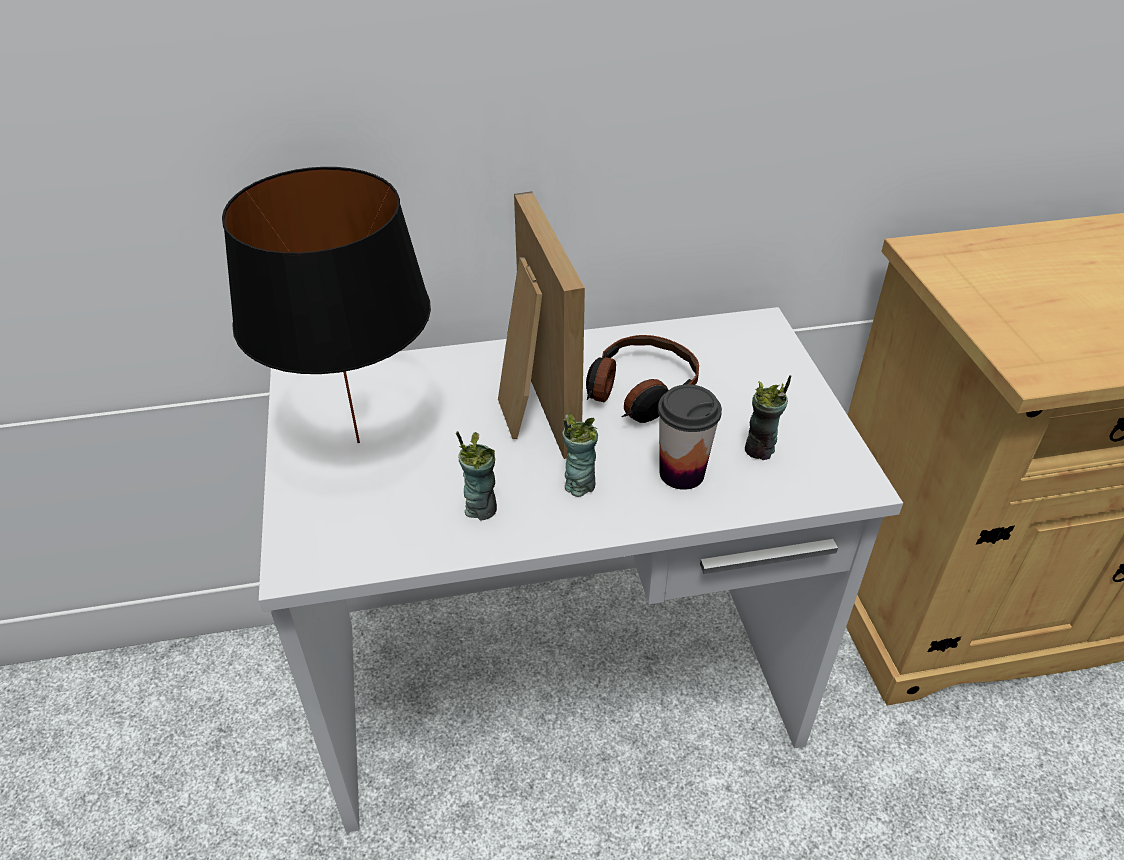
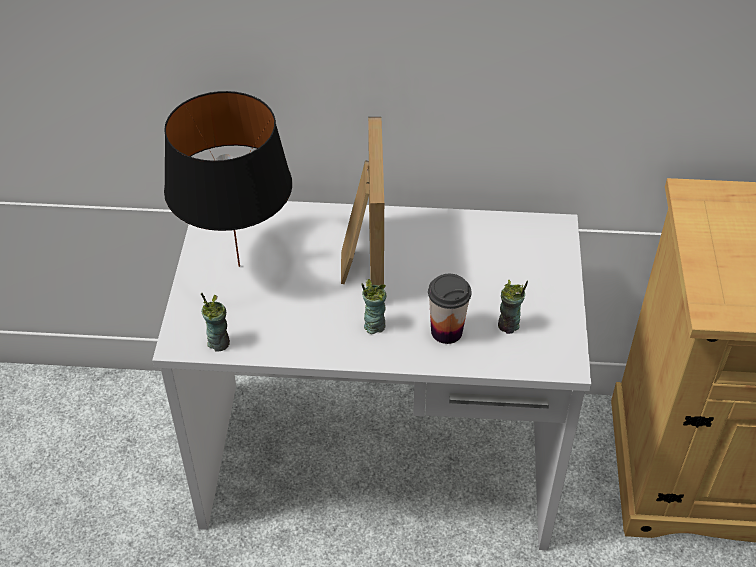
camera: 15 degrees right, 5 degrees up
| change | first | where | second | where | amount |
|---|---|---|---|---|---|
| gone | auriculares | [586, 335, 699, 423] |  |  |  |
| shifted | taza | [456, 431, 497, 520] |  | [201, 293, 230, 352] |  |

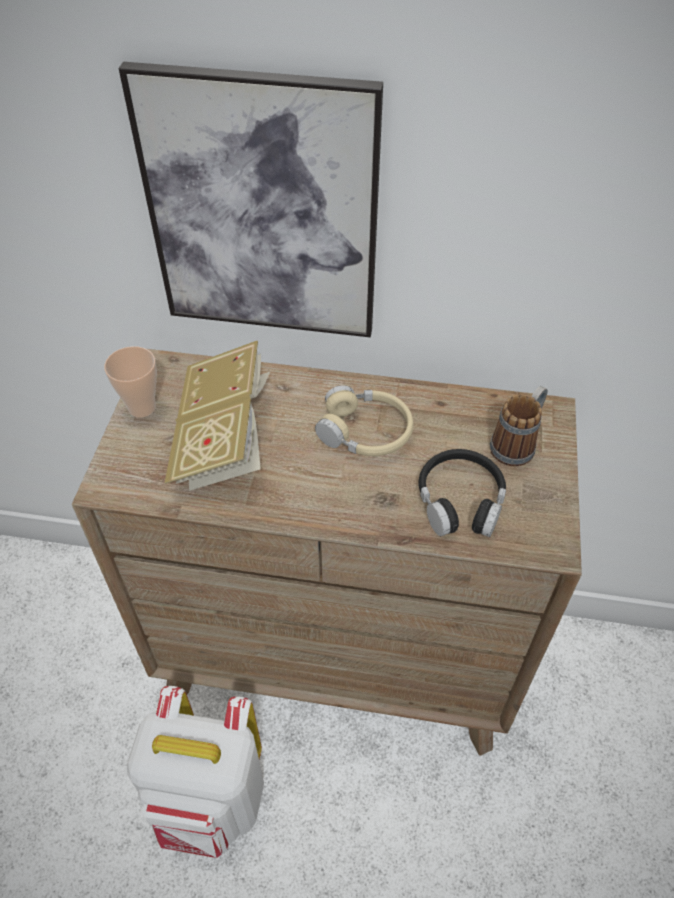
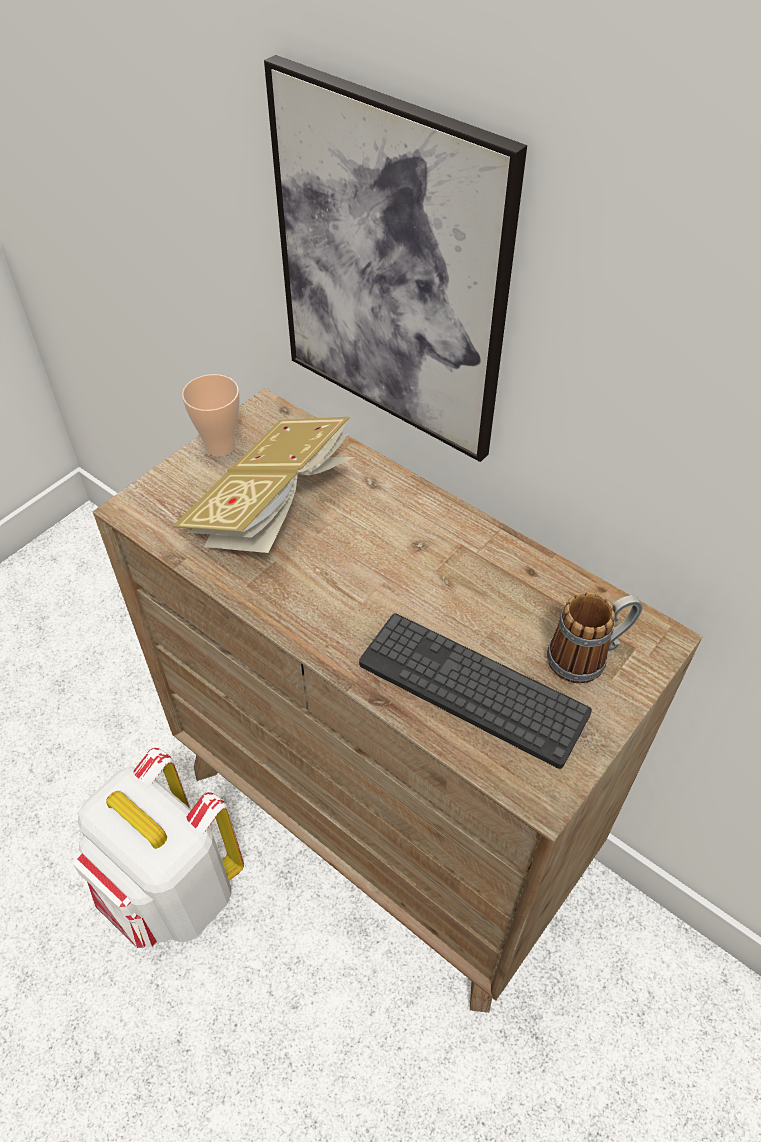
camera: 30 degrees right, 0 degrees up
| change | first | where | second | where | amount |
|---|---|---|---|---|---|
| gone | auriculares/beis | [315, 385, 414, 456] |  |  |  |
| swapped | auriculares/negro | [418, 449, 506, 537] | teclado | [359, 613, 592, 769] |  |

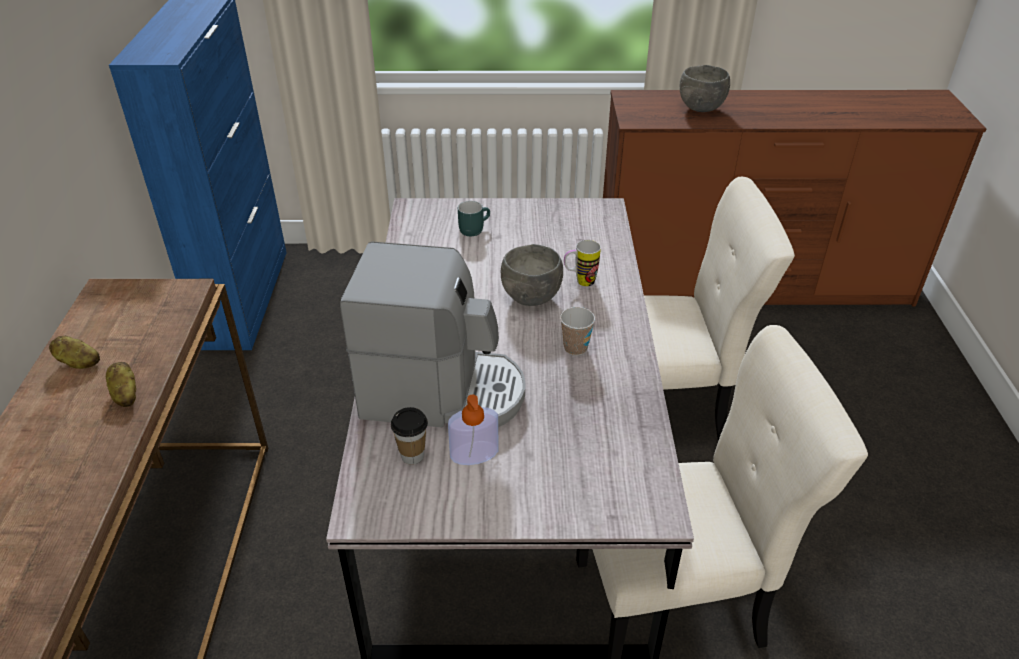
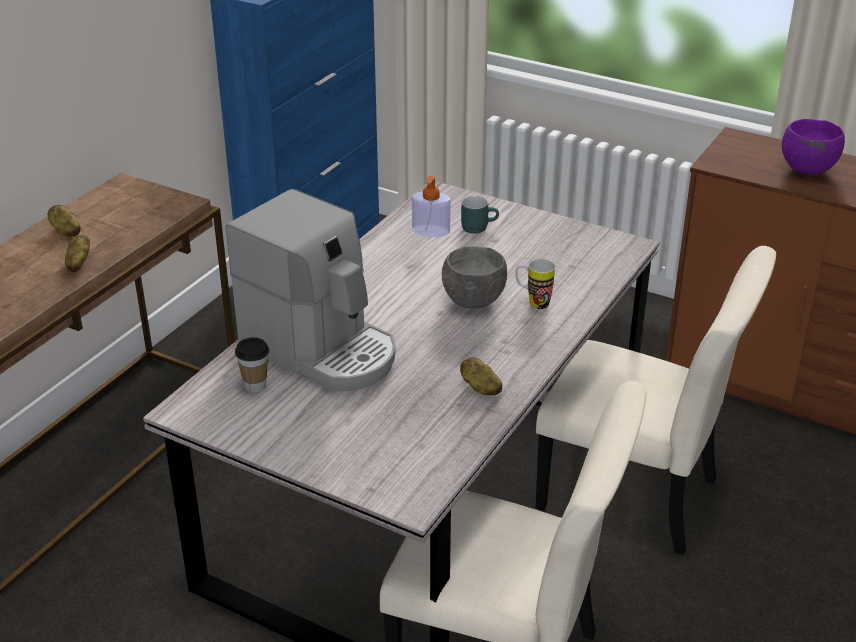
camera: 30 degrees right, 5 degrees down
| change | first | where | second | where | amount |
|---|---|---|---|---|---|
| repainted | cuenco/gris | [680, 65, 730, 112] | cuenco/morado | [782, 119, 845, 175] |  |
| gone | taza | [560, 307, 595, 356] |  |  |  |
| shifted | dispensador de jabón | [448, 395, 499, 465] |  | [412, 176, 451, 237] |  |
| new |  |  | patata | [460, 357, 502, 395] |  |

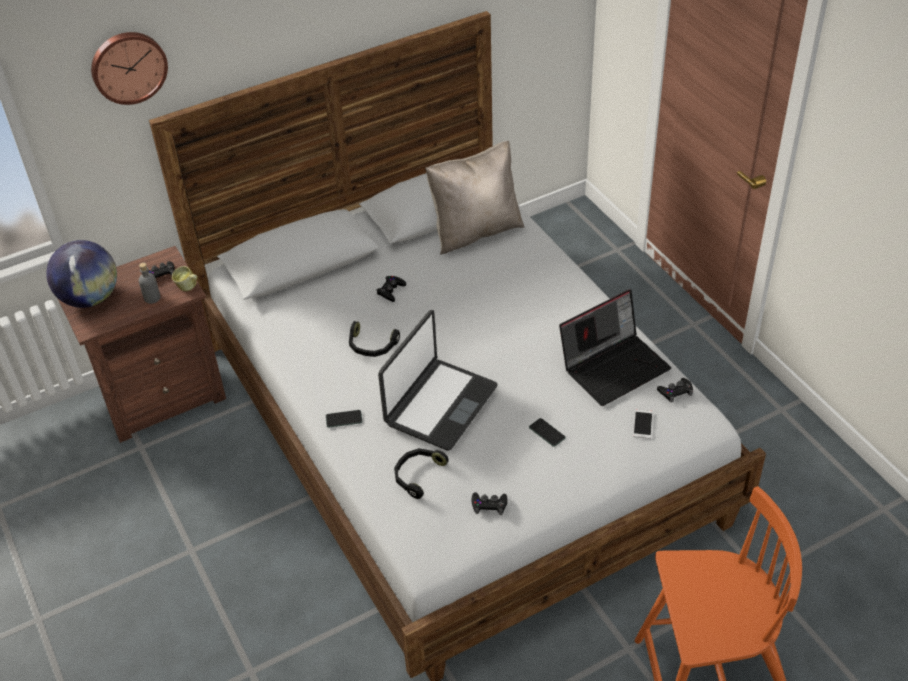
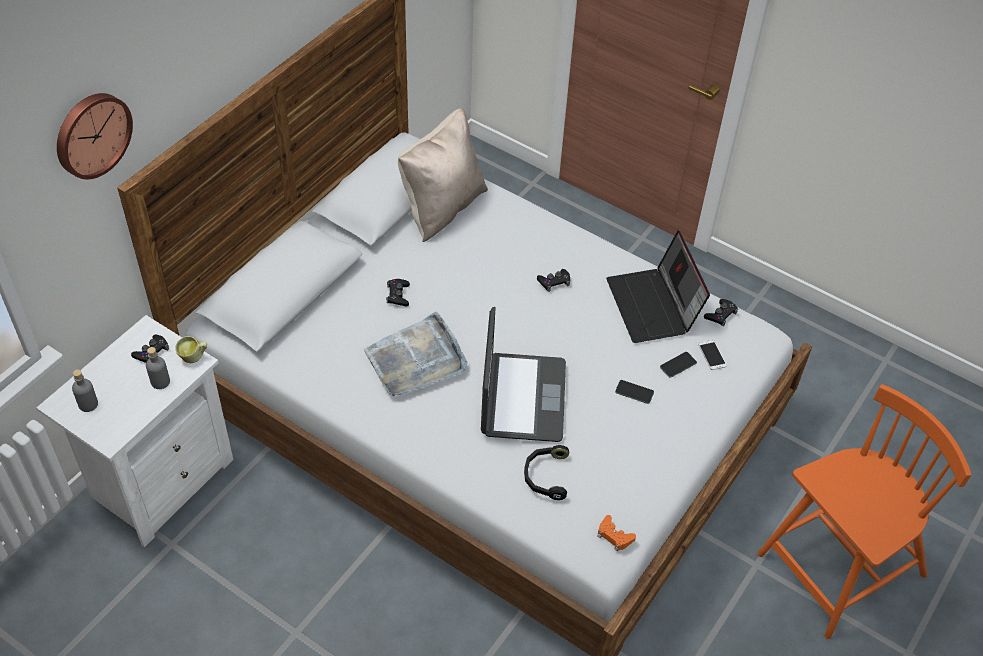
camera: 30 degrees left, 5 degrees up
| change | first | where | second | where | amount |
|---|---|---|---|---|---|
| swapped | globo terráqueo | [46, 240, 117, 308] | botella/gris | [72, 370, 98, 412] |  |
| repainted | mesita de noche/marrón | [58, 246, 226, 443] | mesita de noche/blanco | [36, 315, 233, 547] |  |
| rotated | portátil | [559, 289, 671, 406] |  | [606, 230, 710, 343] | 135 degrees clockwise |
| swapped | auriculares/negro | [349, 321, 400, 357] | bandeja/gris | [364, 312, 468, 396] |  |
| shifted | móvil | [326, 410, 362, 428] |  | [660, 352, 697, 378] |  |
| shifted | mando de consola/negro | [471, 492, 508, 515] |  | [537, 269, 570, 292] |  |
| new |  |  | mando de consola/naranja | [597, 515, 636, 551] |  |

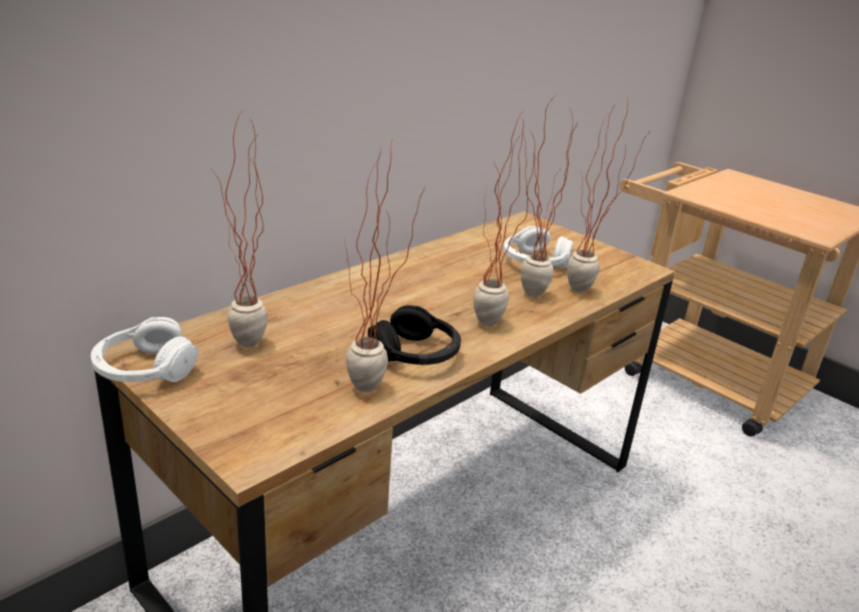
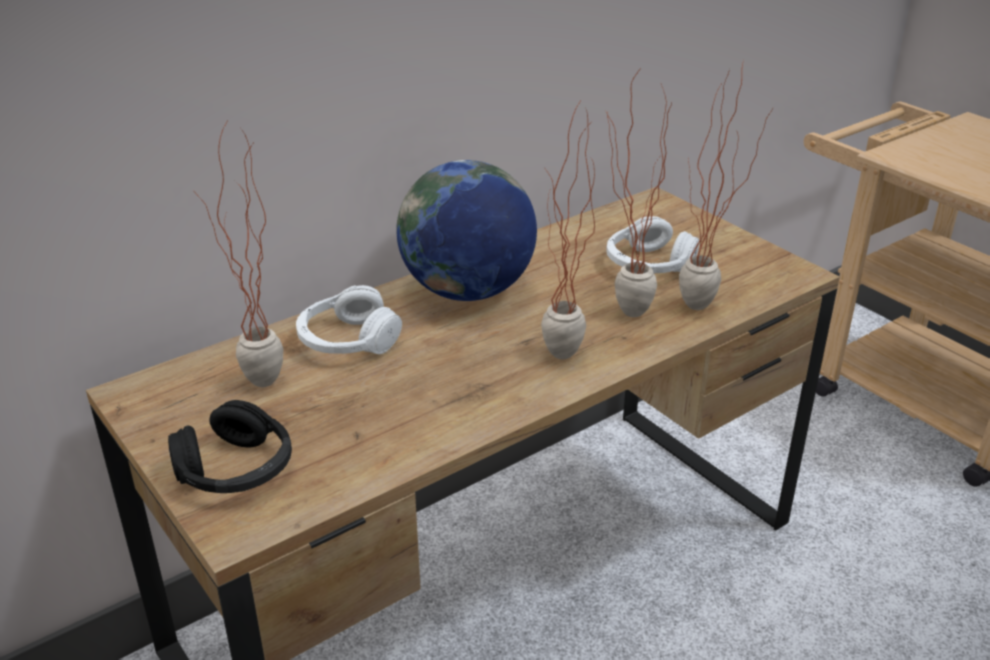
camera: 10 degrees right, 5 degrees up
| change | first | where | second | where | amount |
|---|---|---|---|---|---|
| gone | planta en maceta | [344, 138, 425, 392] |  |  |  |
| shifted | auriculares/negro | [368, 305, 461, 365] |  | [168, 400, 292, 493] |  |
| shifted | auriculares/blanco | [91, 317, 198, 382] |  | [296, 285, 402, 354] |  |
| new |  |  | globo terráqueo | [396, 160, 537, 301] |  |

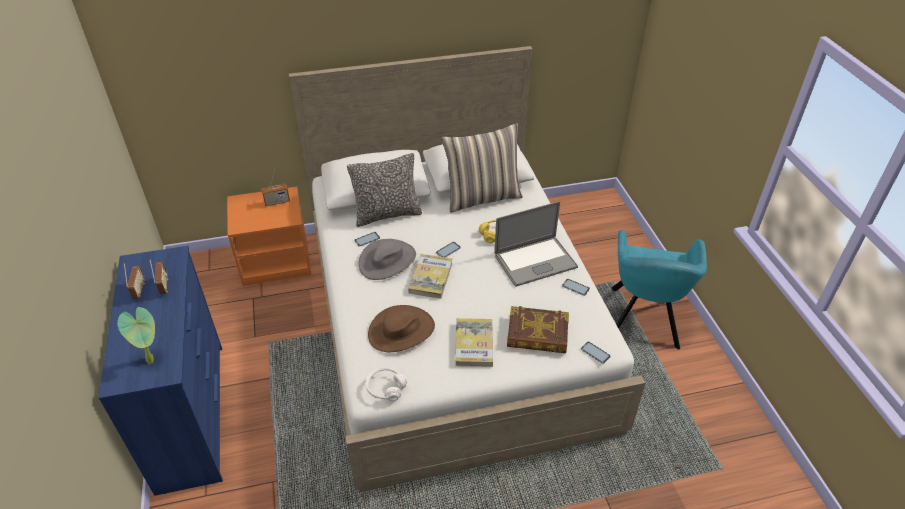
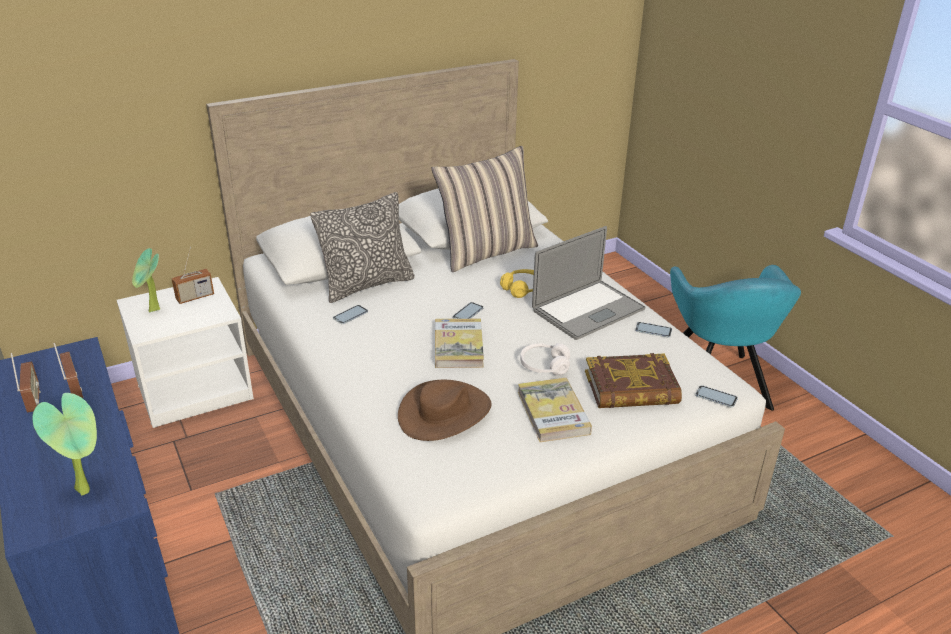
camera: 15 degrees left, 10 degrees down
| change | first | where | second | where | amount |
|---|---|---|---|---|---|
| repainted | mesita de noche/naranja | [227, 187, 311, 286] | mesita de noche/blanco | [117, 277, 254, 428] |  |
| gone | sombrero/gris | [358, 239, 416, 280] |  |  |  |
| shifted | auriculares/blanco | [366, 368, 407, 401] |  | [520, 343, 570, 376] |  |
| new |  |  | planta en maceta | [132, 248, 160, 312] |  |

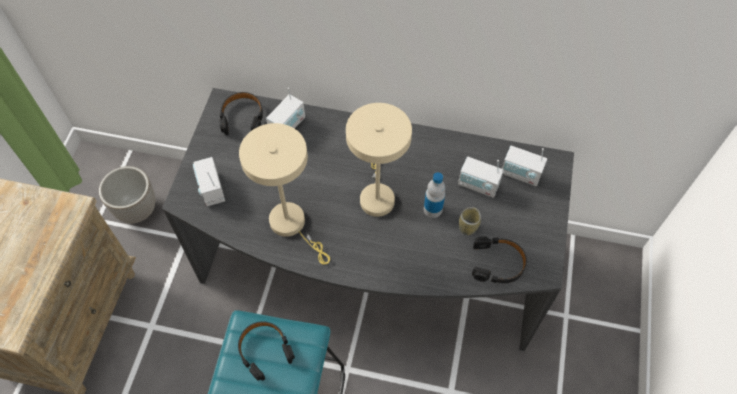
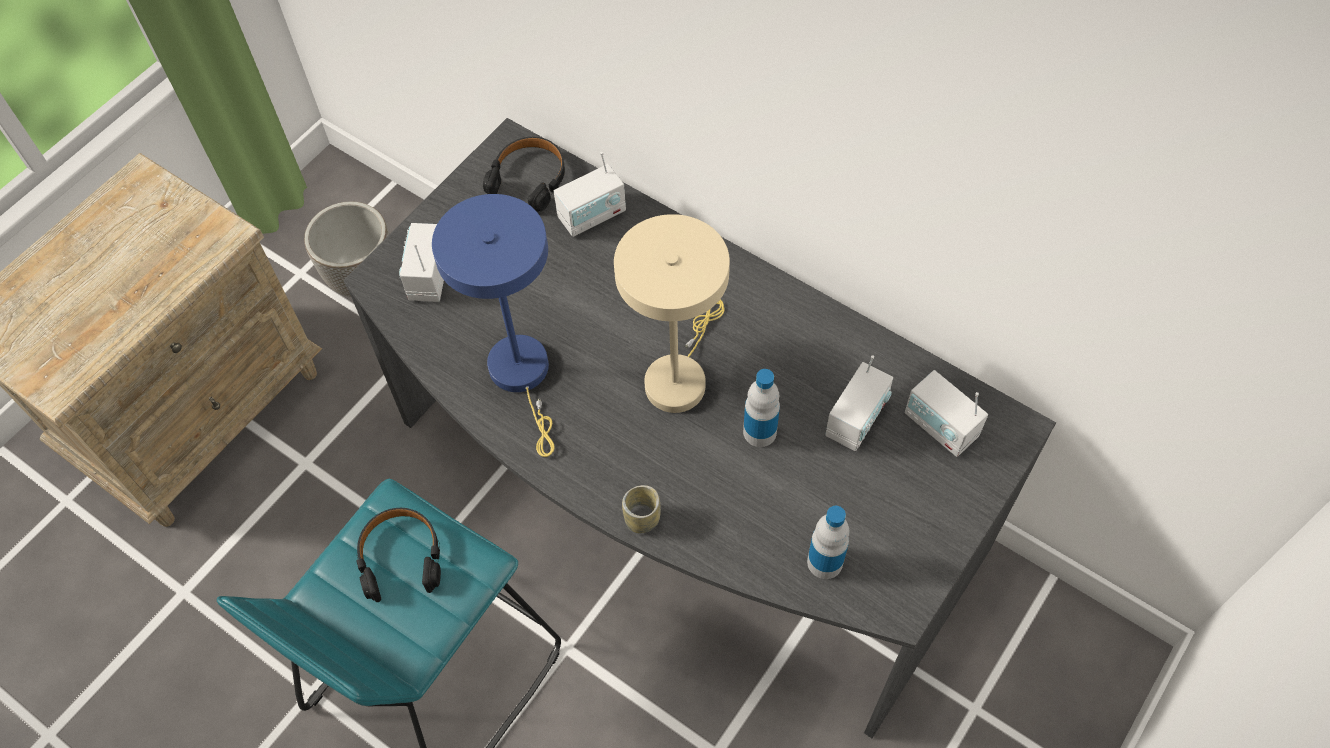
camera: 25 degrees right, 0 degrees up
| change | first | where | second | where | amount |
|---|---|---|---|---|---|
| repainted | lámpara de mesa/beis | [239, 123, 330, 265] | lámpara de mesa/azul | [432, 194, 555, 457] |  |
| rotated | radio | [458, 156, 504, 198] |  | [825, 355, 893, 451] | 105 degrees counterclockwise |
| shifted | taza | [459, 207, 481, 235] |  | [622, 485, 661, 533] |  |
| swapped | auriculares/negro | [472, 236, 527, 284] | botella | [807, 506, 849, 579] |  |

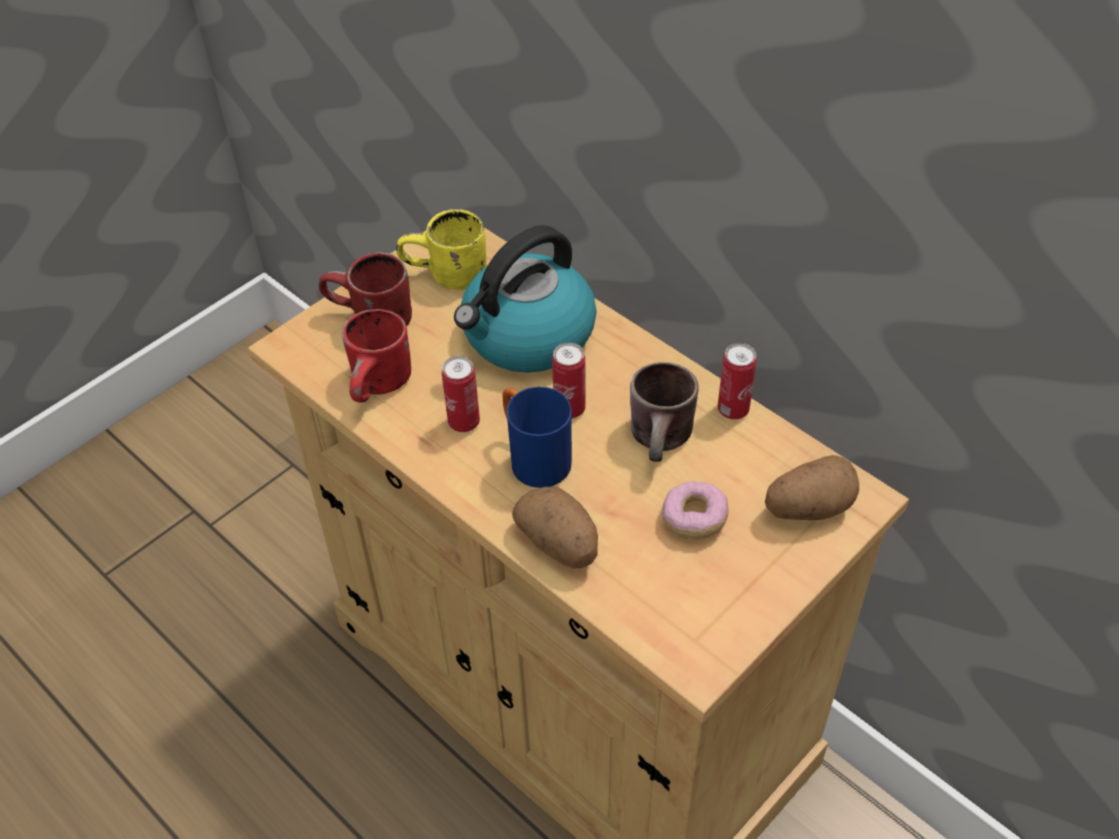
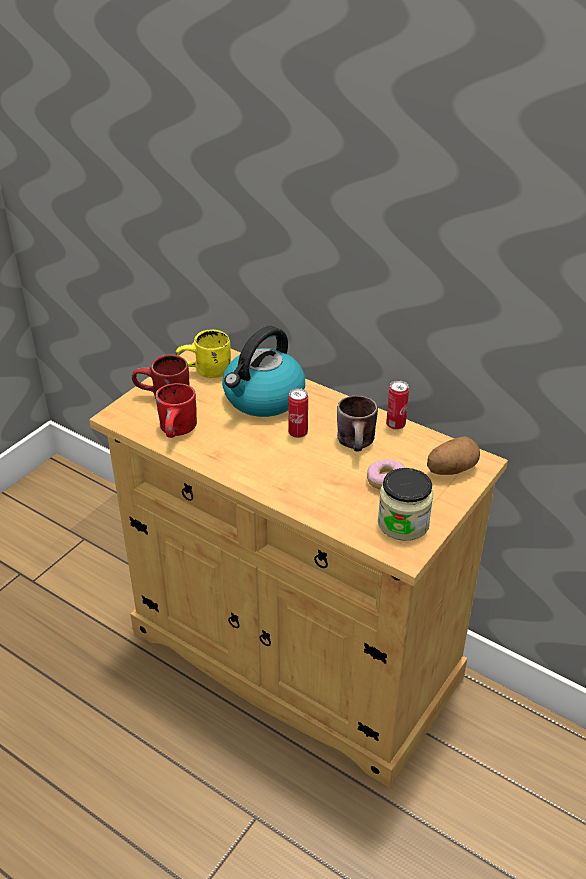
camera: 10 degrees left, 10 degrees down
| change | first | where | second | where | amount |
|---|---|---|---|---|---|
| gone | lata | [442, 356, 480, 432] |  |  |  |
| gone | taza grande/azul | [503, 387, 572, 488] |  |  |  |
| gone | patata | [512, 487, 598, 568] |  |  |  |
| new |  |  | tarro | [378, 468, 433, 541] |  |

